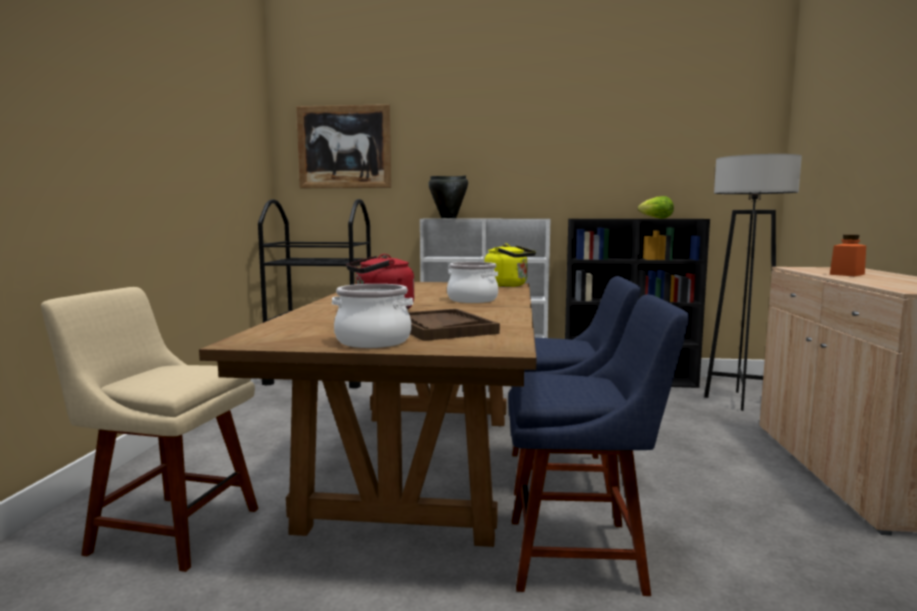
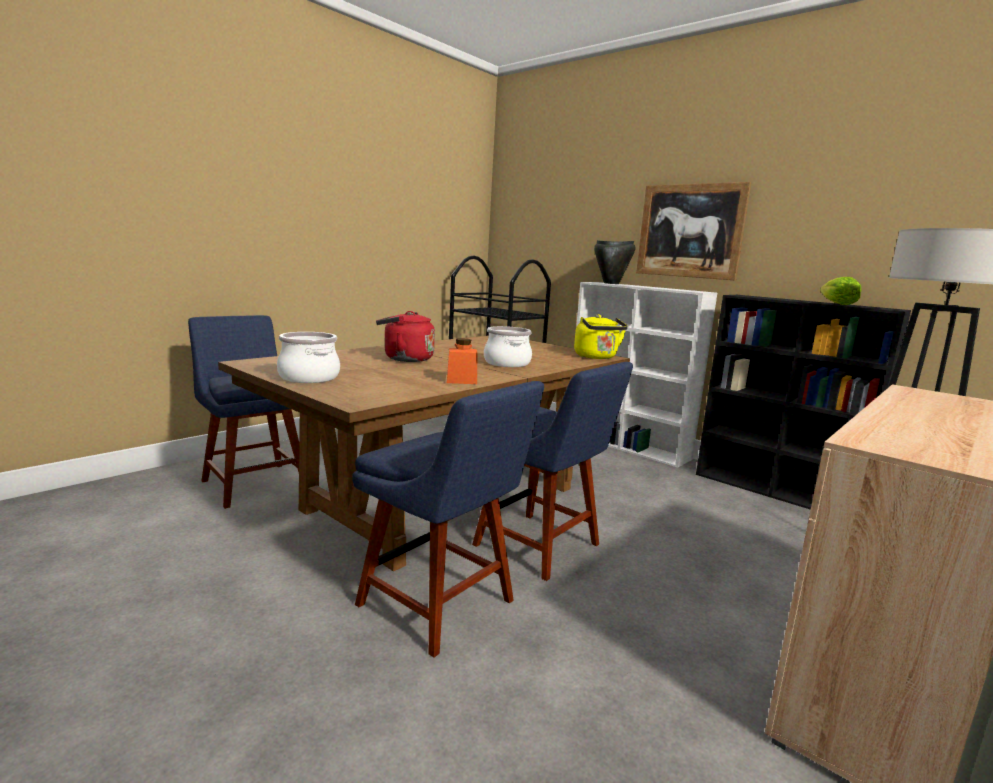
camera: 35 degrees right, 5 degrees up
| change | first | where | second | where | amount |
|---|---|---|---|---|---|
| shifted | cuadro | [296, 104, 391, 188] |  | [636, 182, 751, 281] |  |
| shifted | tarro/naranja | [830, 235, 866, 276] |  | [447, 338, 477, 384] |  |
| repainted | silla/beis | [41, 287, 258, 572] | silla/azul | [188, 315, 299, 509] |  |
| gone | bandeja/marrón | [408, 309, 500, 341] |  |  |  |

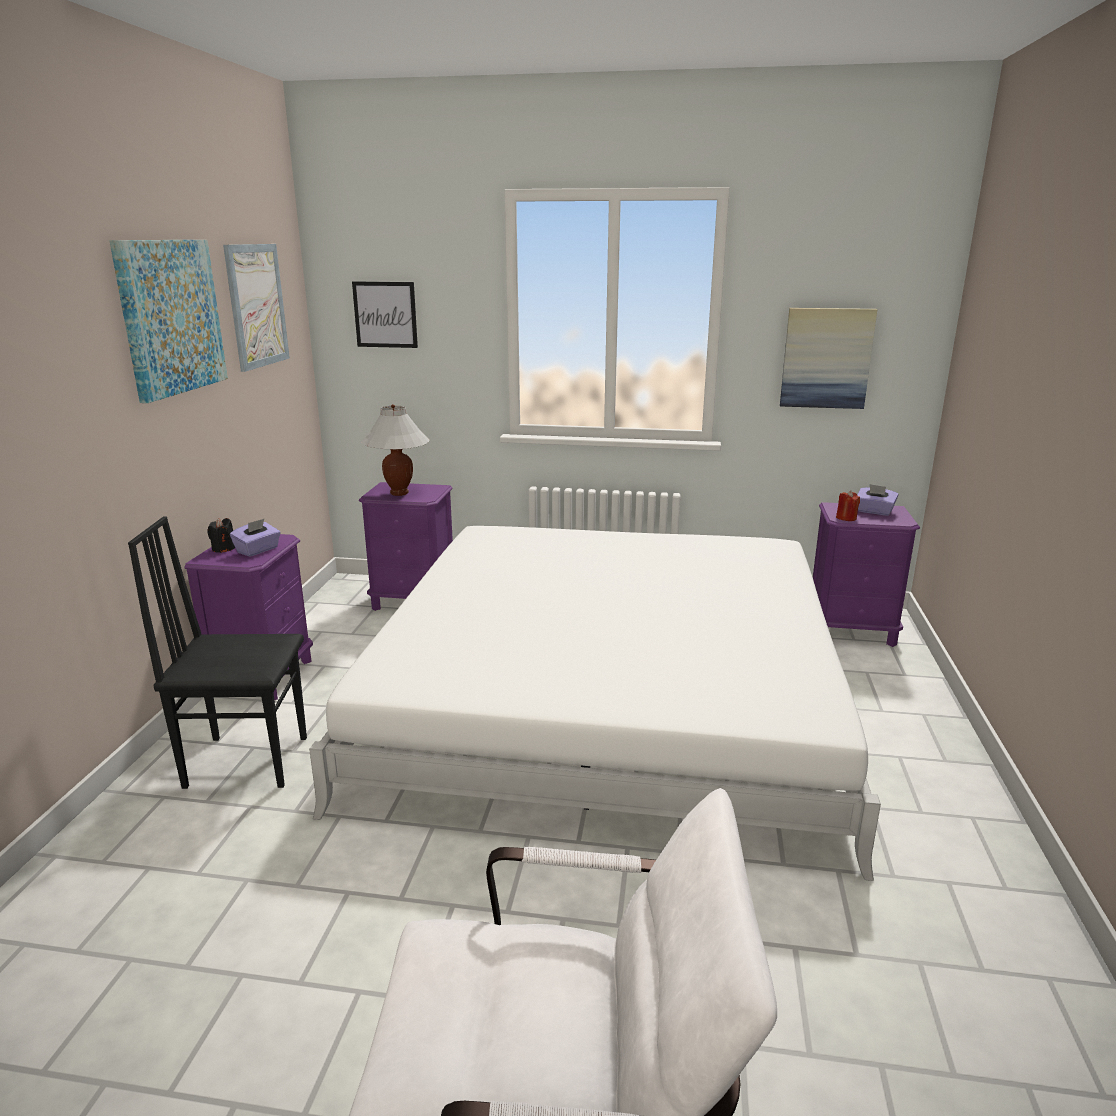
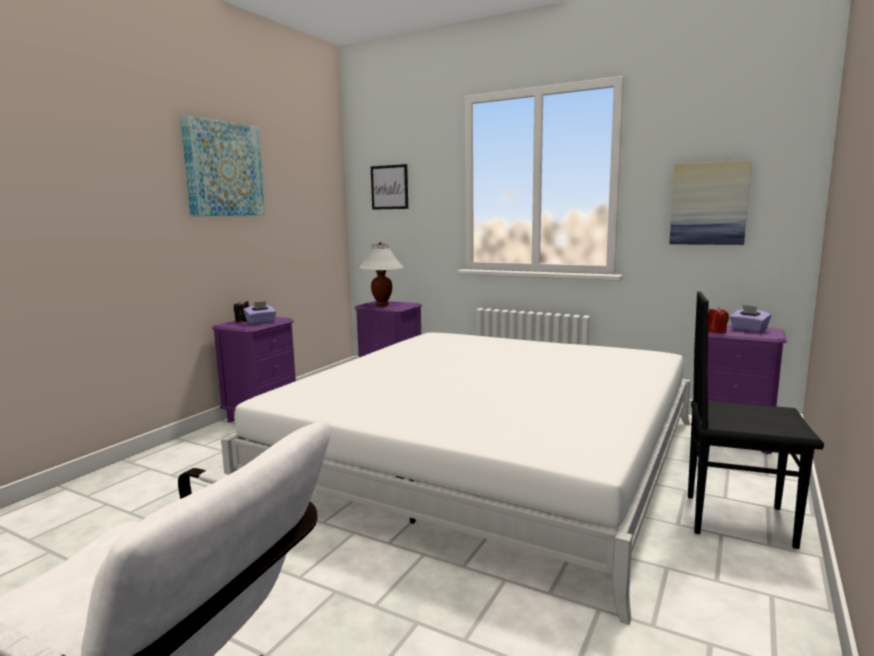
camera: 20 degrees right, 10 degrees down
| change | first | where | second | where | amount |
|---|---|---|---|---|---|
| gone | cuadro | [223, 244, 290, 372] |  |  |  |
| shifted | silla/negro | [128, 516, 307, 789] |  | [688, 291, 824, 549] |  |

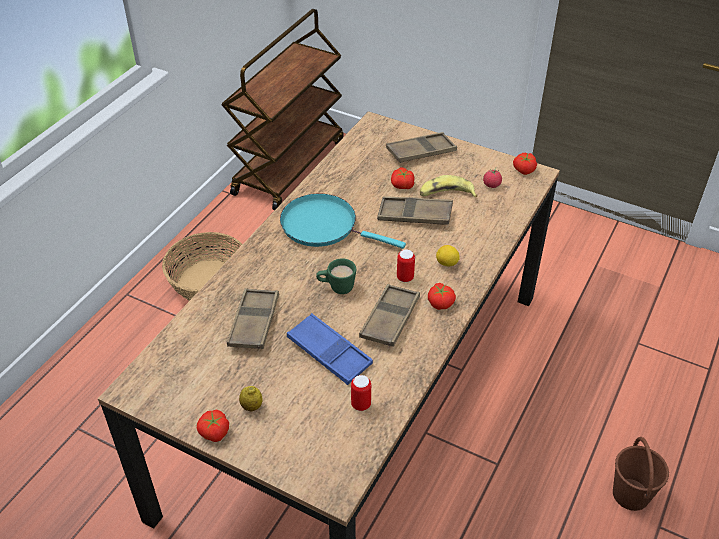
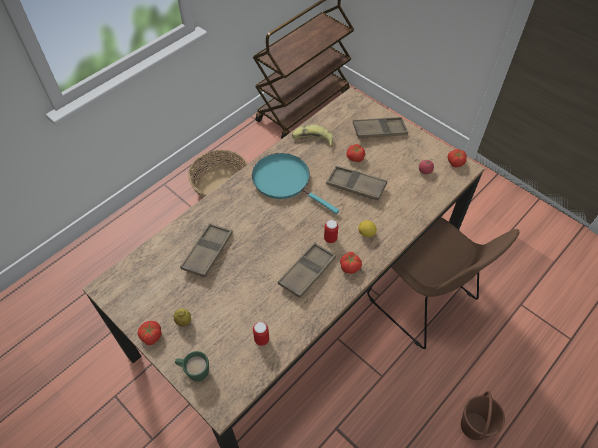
camera: 15 degrees right, 10 degrees up
| change | first | where | second | where | amount |
|---|---|---|---|---|---|
| shifted | plátano | [420, 175, 477, 197] |  | [292, 124, 333, 147] |  |
| shifted | taza grande/verde | [316, 258, 356, 294] |  | [175, 351, 209, 381] |  |
| gone | bandeja/azul | [287, 313, 373, 385] |  |  |  |
| new |  |  | silla/marrón | [367, 217, 519, 349] |  |

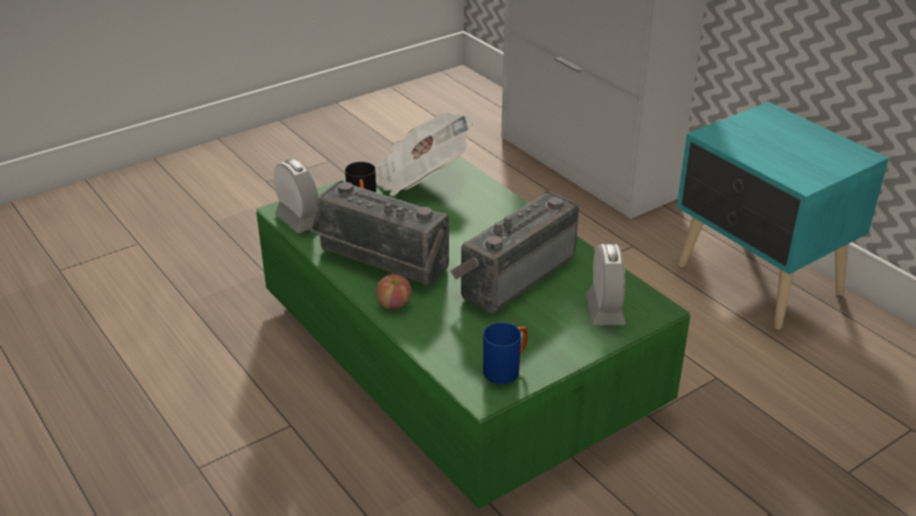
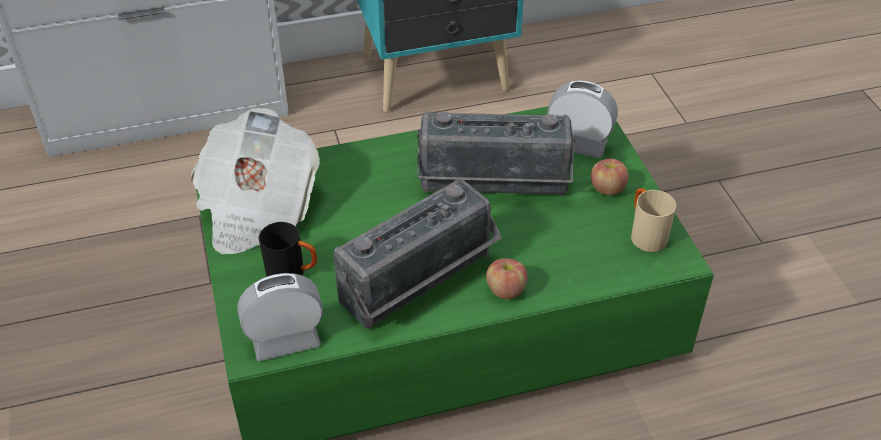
camera: 70 degrees left, 10 degrees up
| change | first | where | second | where | amount |
|---|---|---|---|---|---|
| rotated | radio | [450, 191, 579, 313] |  | [417, 111, 575, 196] | 60 degrees counterclockwise |
| repainted | taza grande/azul | [483, 322, 528, 384] | taza grande/beis | [631, 188, 676, 252] |  |
| new |  |  | manzana | [591, 159, 629, 195] |  |

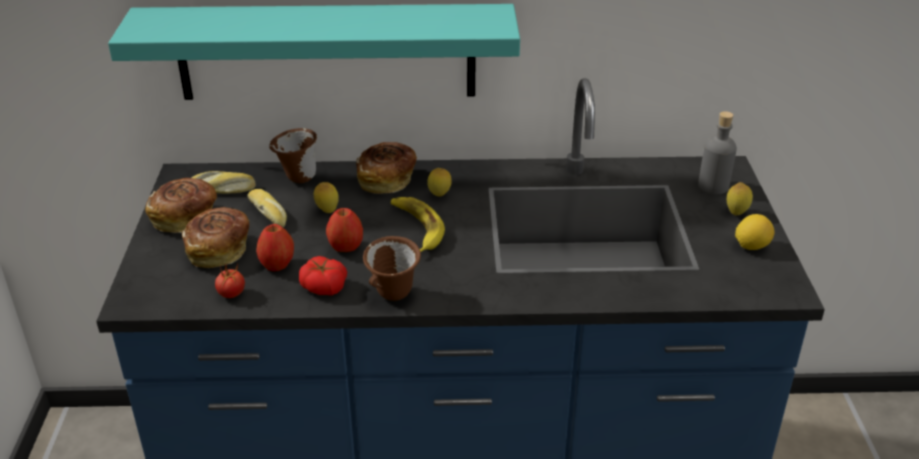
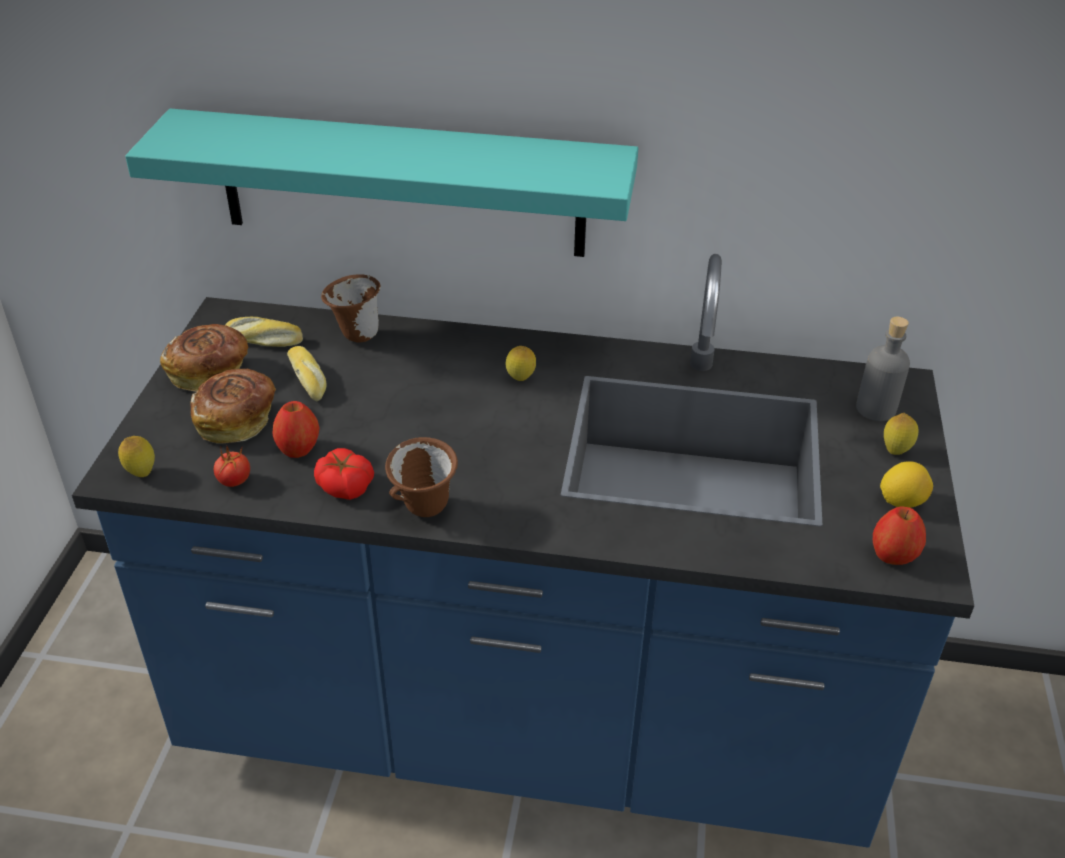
camera: 10 degrees right, 5 degrees up
| change | first | where | second | where | amount |
|---|---|---|---|---|---|
| gone | pan | [356, 142, 417, 194] |  |  |  |
| shifted | limón | [314, 182, 339, 213] |  | [118, 436, 155, 477] |  |
| gone | plátano | [391, 197, 445, 252] |  |  |  |
| shifted | manzana | [326, 208, 363, 252] |  | [873, 507, 926, 565] |  |

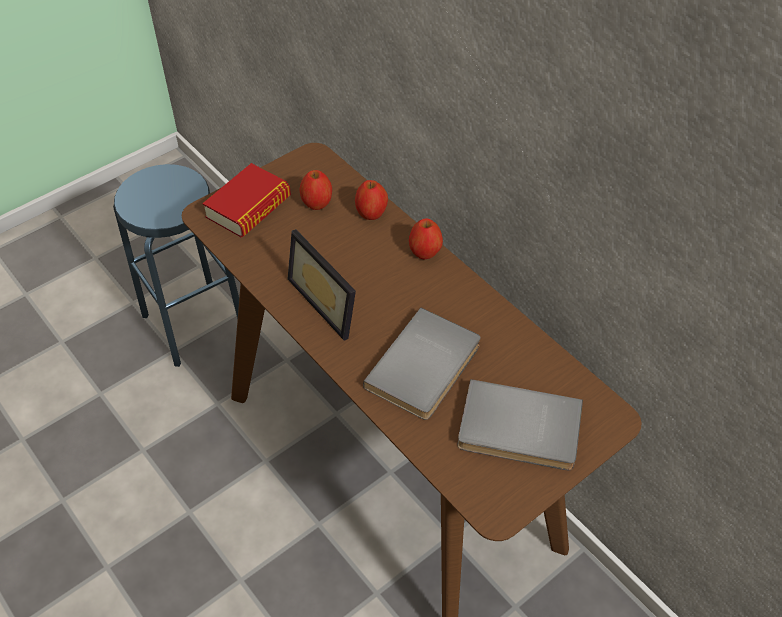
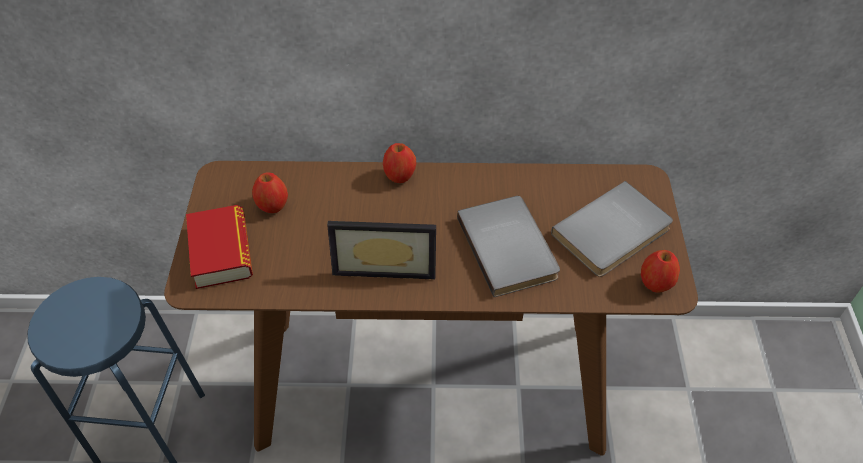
camera: 50 degrees left, 0 degrees up
| change | first | where | second | where | amount |
|---|---|---|---|---|---|
| shifted | manzana | [355, 180, 388, 220] |  | [641, 250, 680, 293] |  |

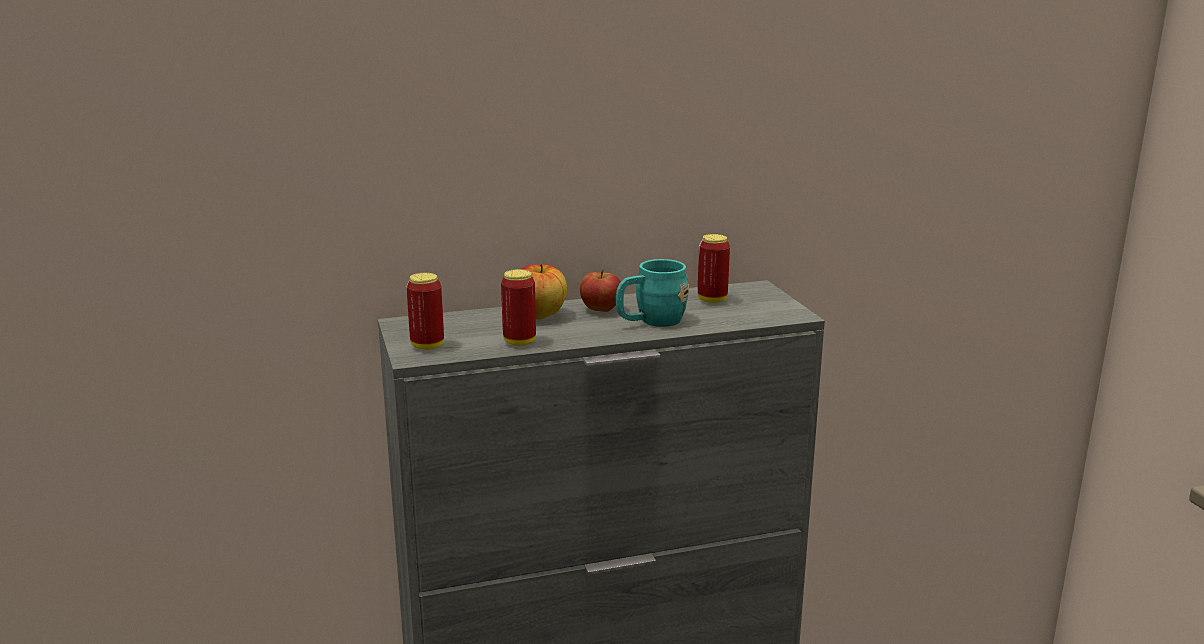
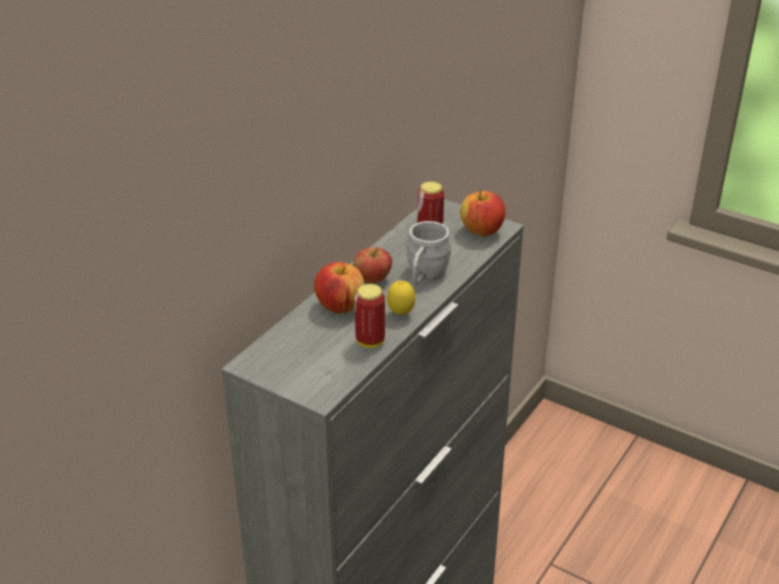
camera: 40 degrees left, 15 degrees up
| change | first | where | second | where | amount |
|---|---|---|---|---|---|
| repainted | taza grande/turquesa | [616, 259, 689, 327] | taza grande/gris | [407, 221, 451, 285] |  |
| gone | lata | [406, 273, 444, 350] |  |  |  |
| new |  |  | manzana | [460, 190, 506, 237] |  |
| new |  |  | limón | [387, 280, 415, 315] |  |

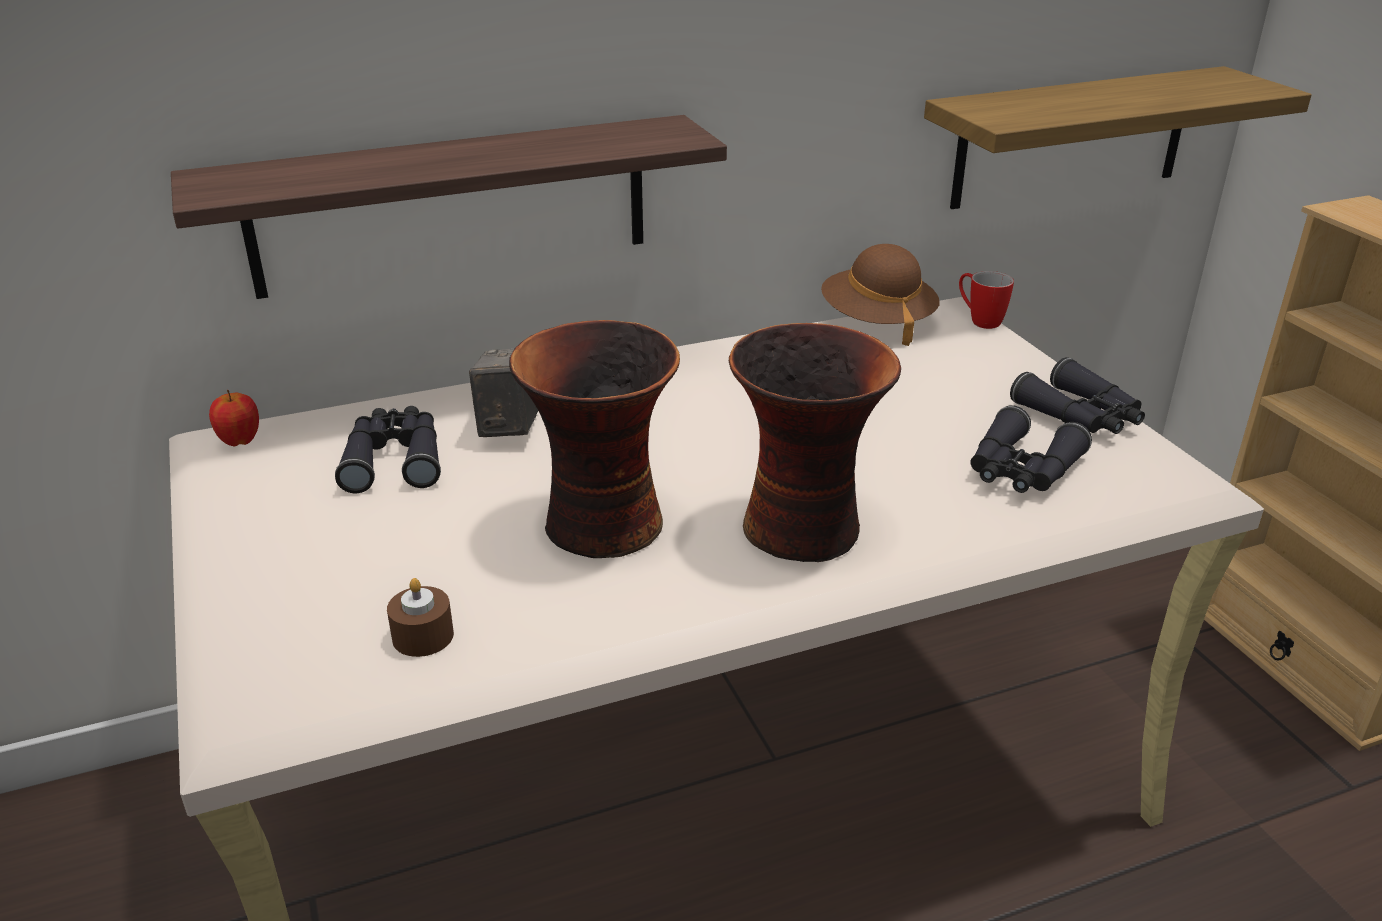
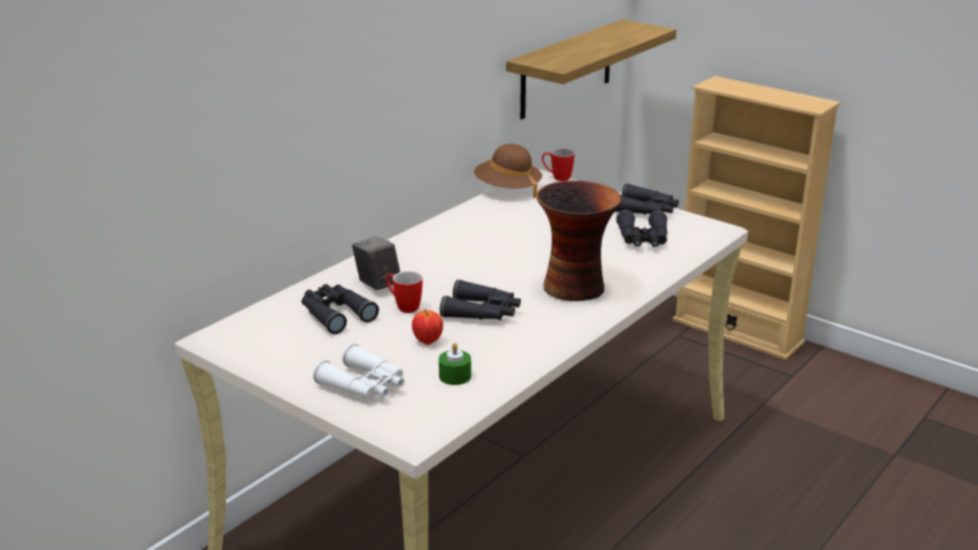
camera: 30 degrees left, 5 degrees down
| change | first | where | second | where | amount |
|---|---|---|---|---|---|
| gone | estante | [171, 115, 727, 299] |  |  |  |
| swapped | florero | [509, 320, 680, 558] | prismáticos/negro | [440, 280, 521, 320] |  |
| shifted | manzana | [209, 390, 259, 446] |  | [412, 309, 443, 345] |  |
| repainted | vela/marrón | [387, 578, 454, 657] | vela/verde | [439, 343, 471, 385] |  |
| new |  |  | taza grande | [386, 271, 423, 313] |  |
| new |  |  | prismáticos/blanco | [313, 344, 404, 399] |  |

